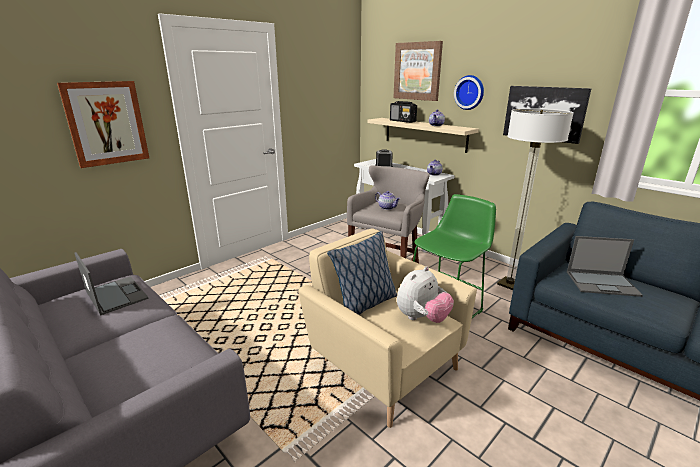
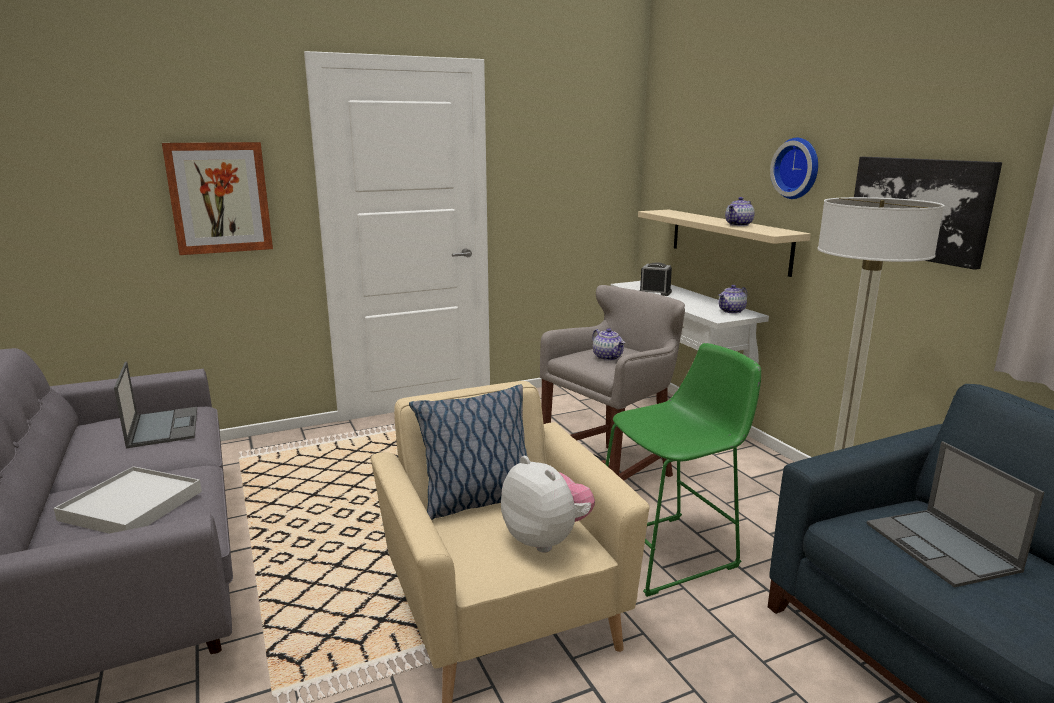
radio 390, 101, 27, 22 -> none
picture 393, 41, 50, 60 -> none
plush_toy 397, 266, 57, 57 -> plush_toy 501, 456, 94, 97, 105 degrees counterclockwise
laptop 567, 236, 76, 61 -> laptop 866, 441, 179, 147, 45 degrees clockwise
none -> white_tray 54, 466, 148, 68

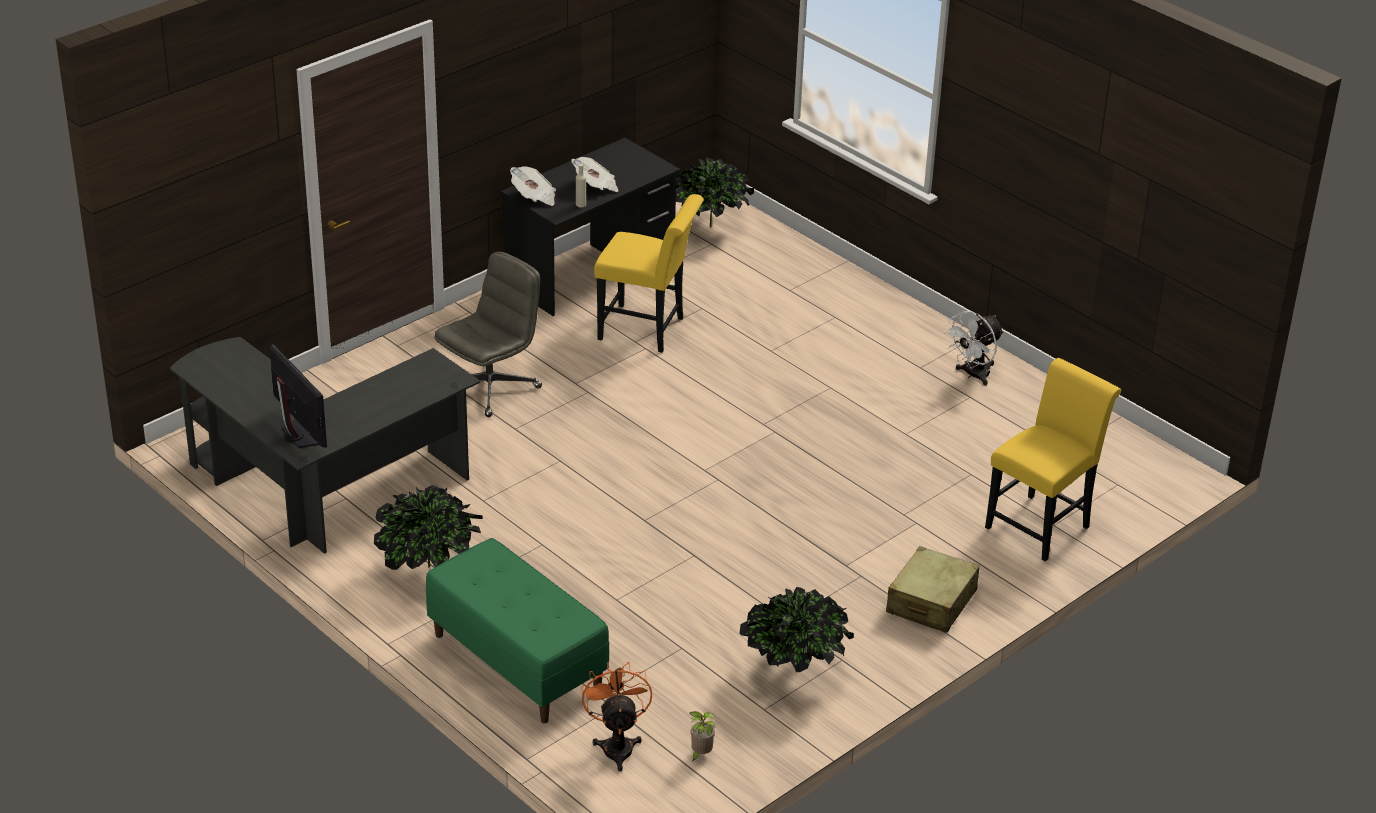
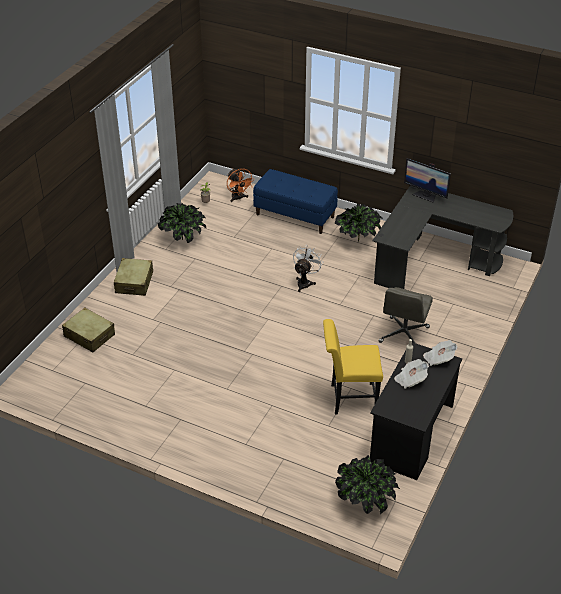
green_bench 426, 538, 183, 185 -> blue_bench 253, 169, 85, 65
white_fan 944, 311, 60, 74 -> white_fan 293, 246, 30, 46, move
yellow_chair 985, 358, 136, 203 -> beige_suitcase 62, 308, 53, 44

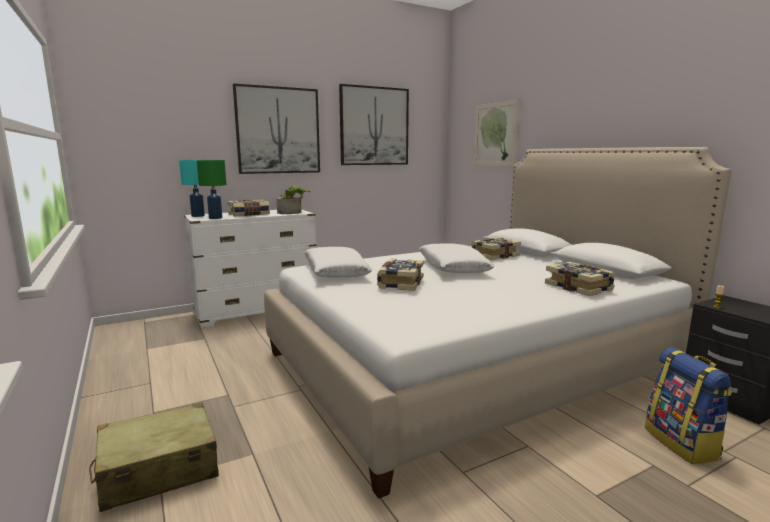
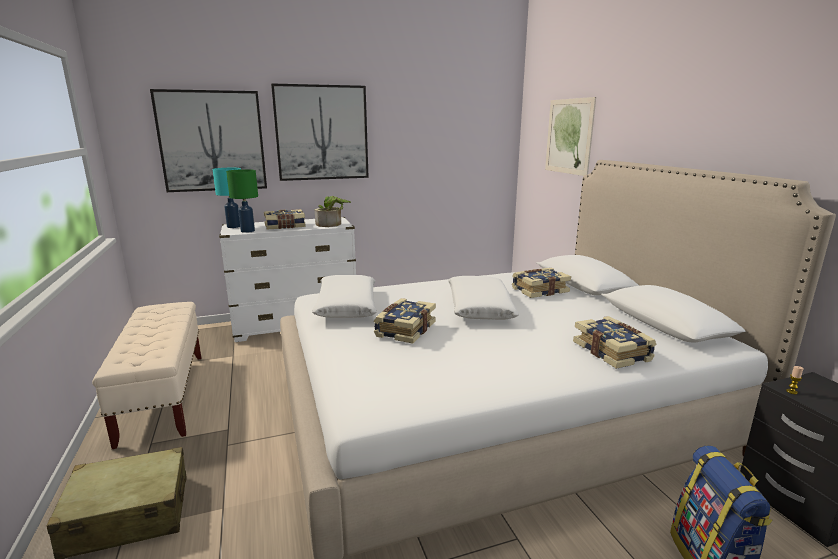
picture 339, 84, 70, 81 -> picture 150, 89, 117, 103, move
none -> beige_bench 92, 302, 110, 147

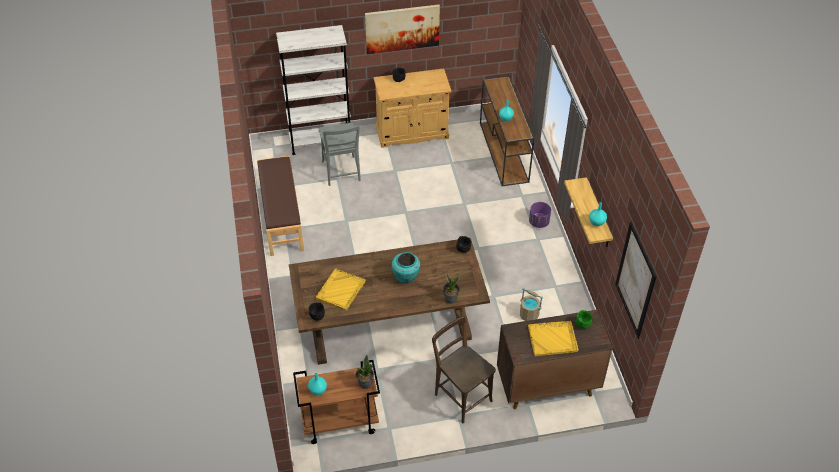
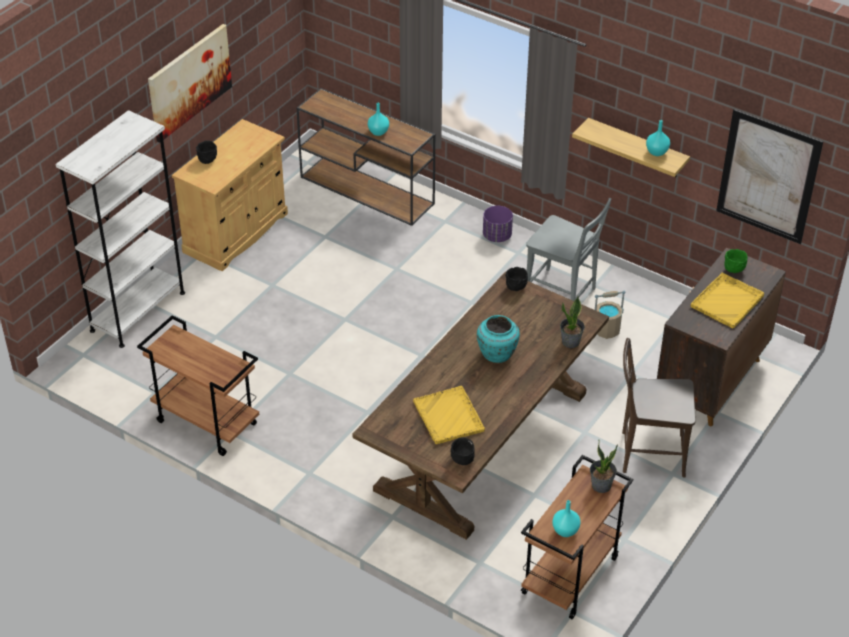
brown_bench 257, 156, 47, 100 -> brown_cart 137, 315, 122, 141
grey_chair 318, 123, 43, 63 -> grey_chair 526, 198, 86, 103, move

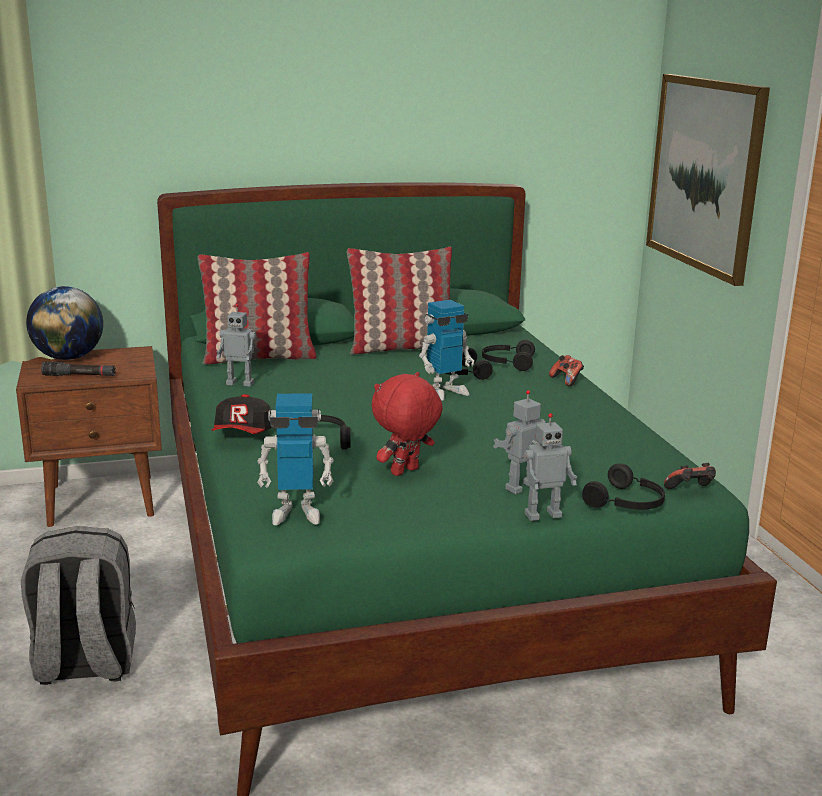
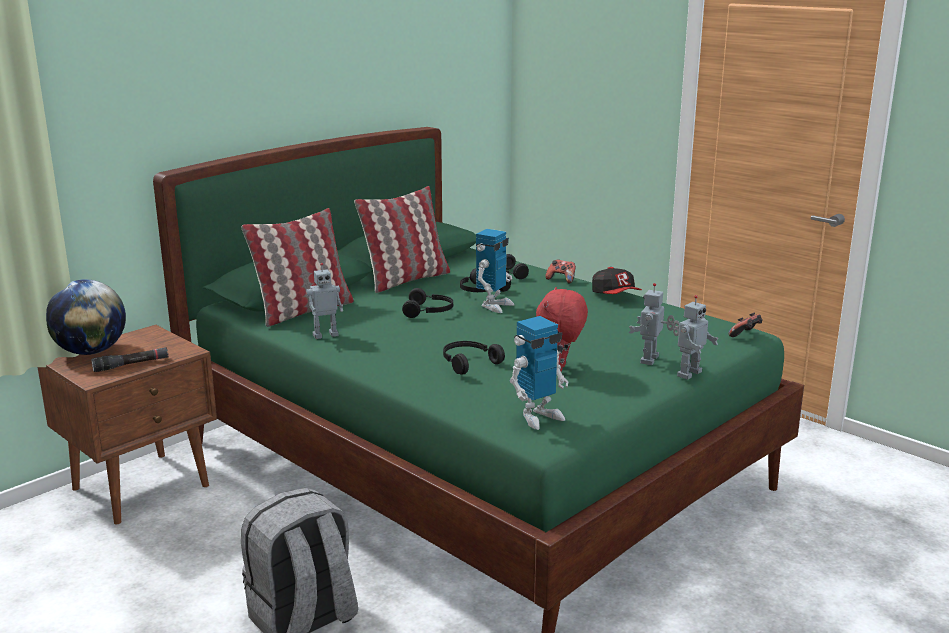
cap 211, 394, 60, 40 -> cap 592, 267, 50, 27, move
black_headphones 582, 463, 83, 47 -> black_headphones 402, 288, 51, 30, move
picture 646, 74, 124, 212 -> none

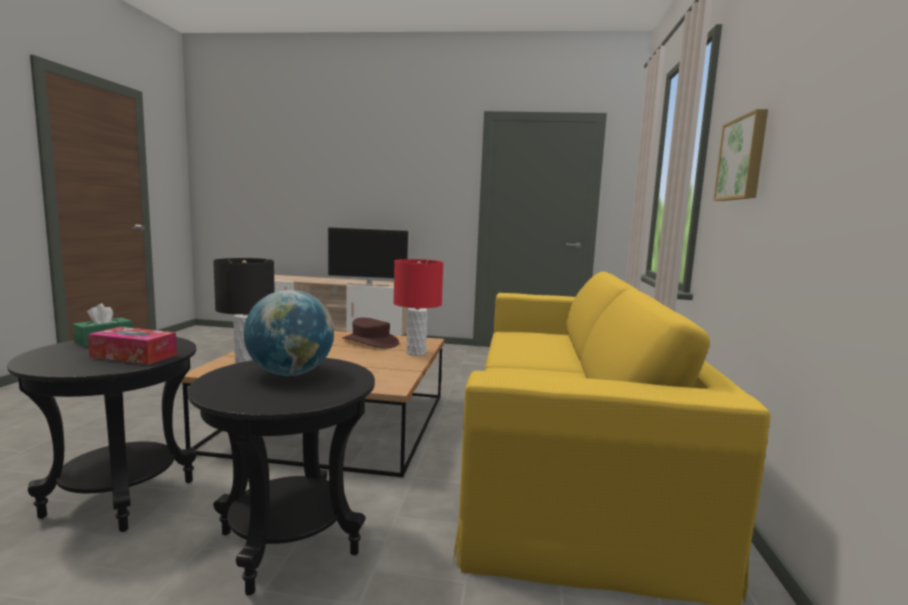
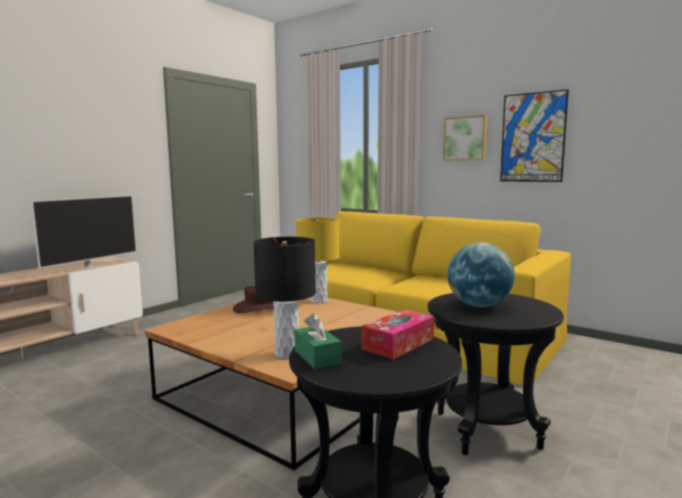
red_table_lamp 394, 259, 49, 97 -> yellow_table_lamp 296, 217, 43, 86
none -> picture 500, 89, 69, 93

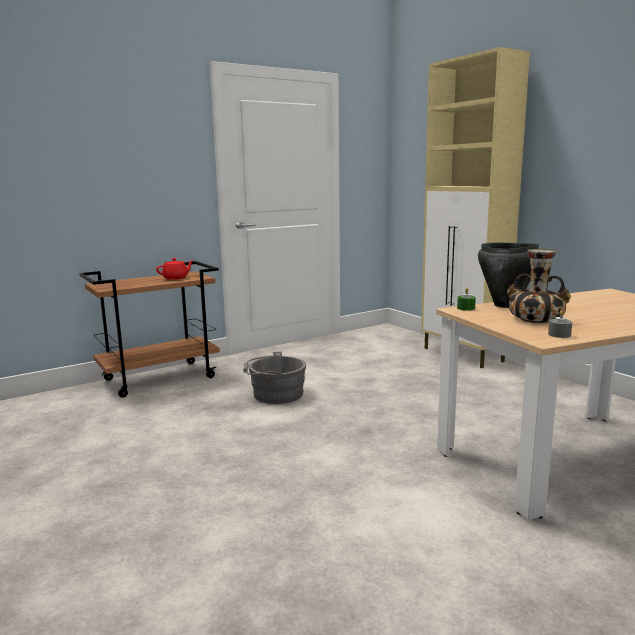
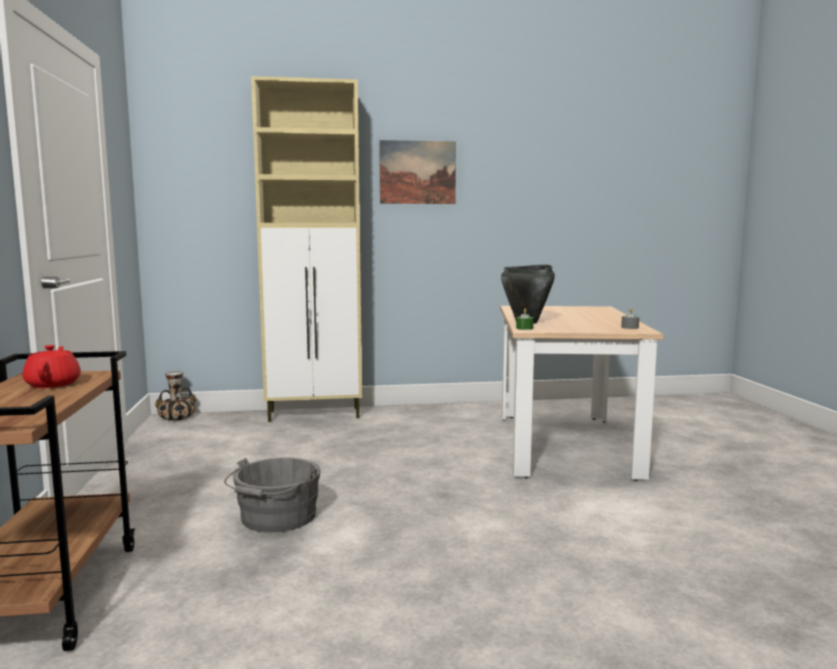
vase 507, 249, 64, 74 -> vase 155, 372, 41, 49, move
none -> picture 379, 140, 77, 64

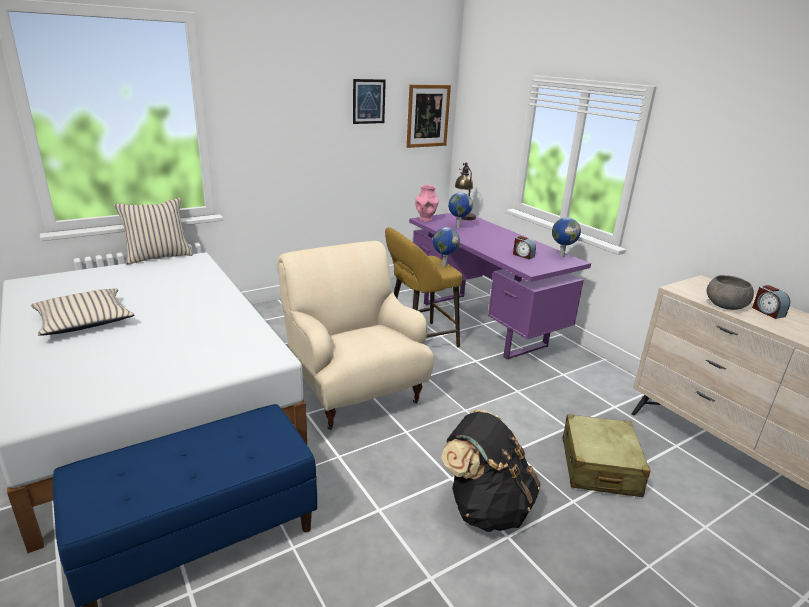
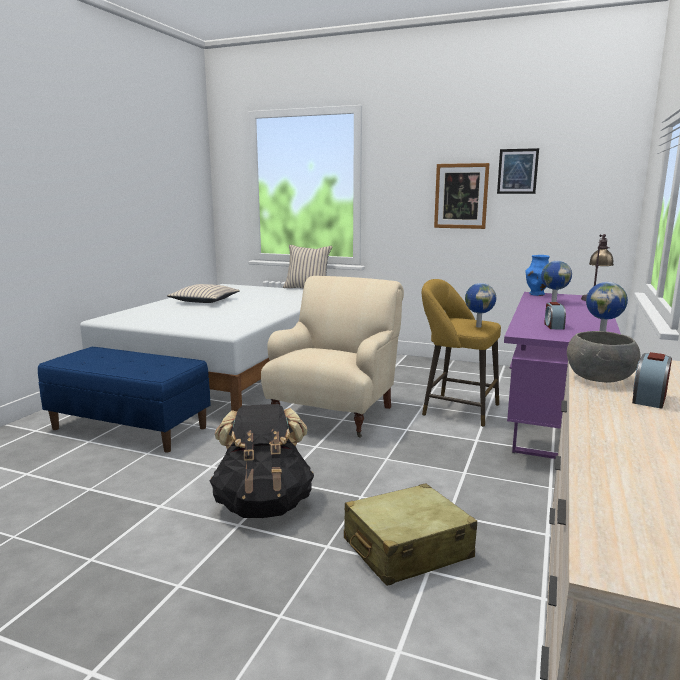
picture 407, 85, 44, 63 -> picture 434, 163, 56, 66, move
pink_vase 415, 185, 24, 37 -> blue_vase 525, 255, 25, 41

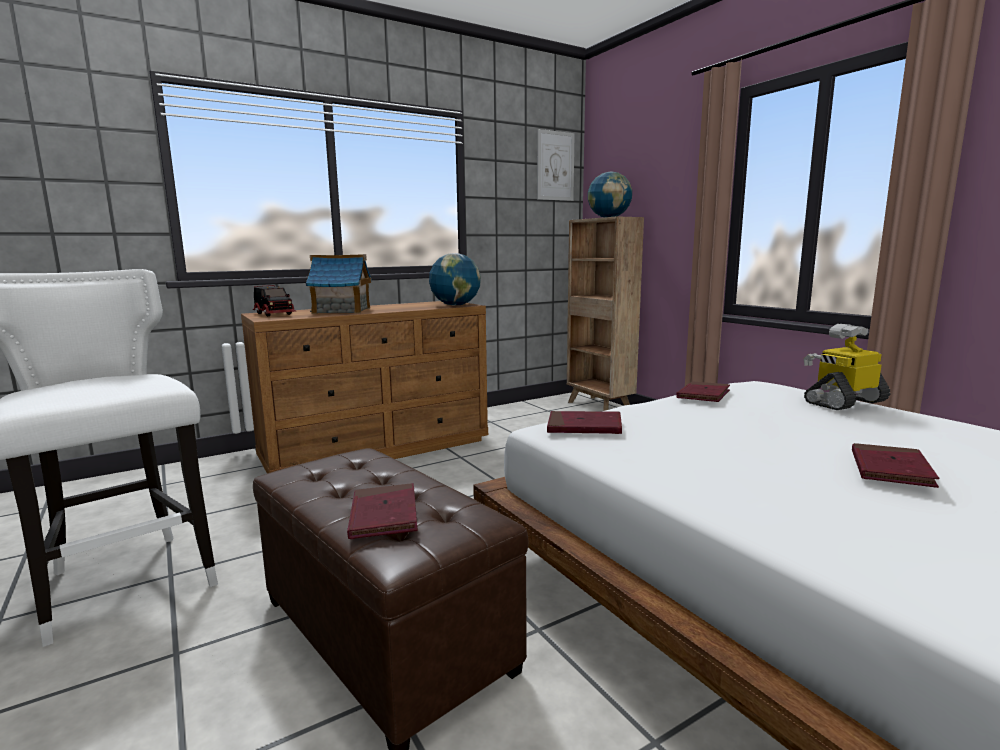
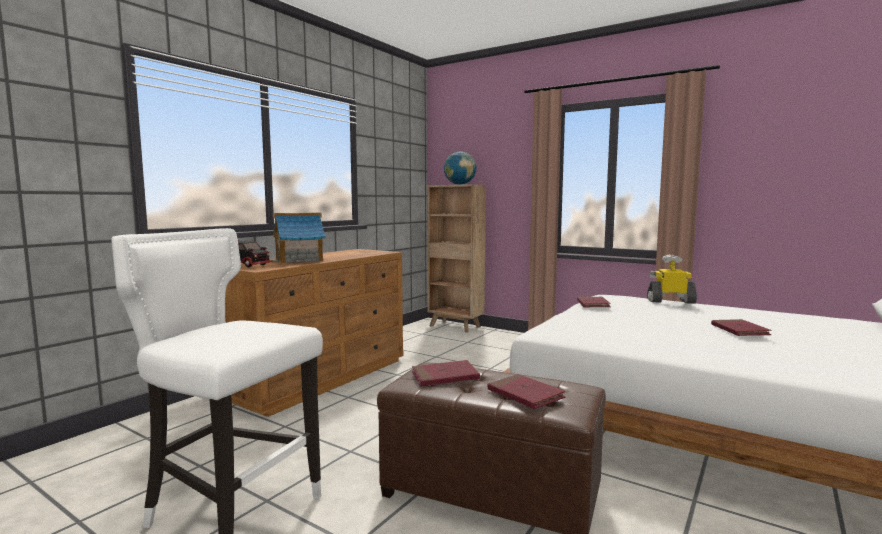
globe 429, 253, 52, 53 -> none
picture 537, 129, 38, 72 -> none
red_book 547, 411, 75, 23 -> red_book 412, 360, 68, 26, move
toy_robot 803, 324, 88, 86 -> toy_robot 647, 255, 50, 49, 60 degrees clockwise

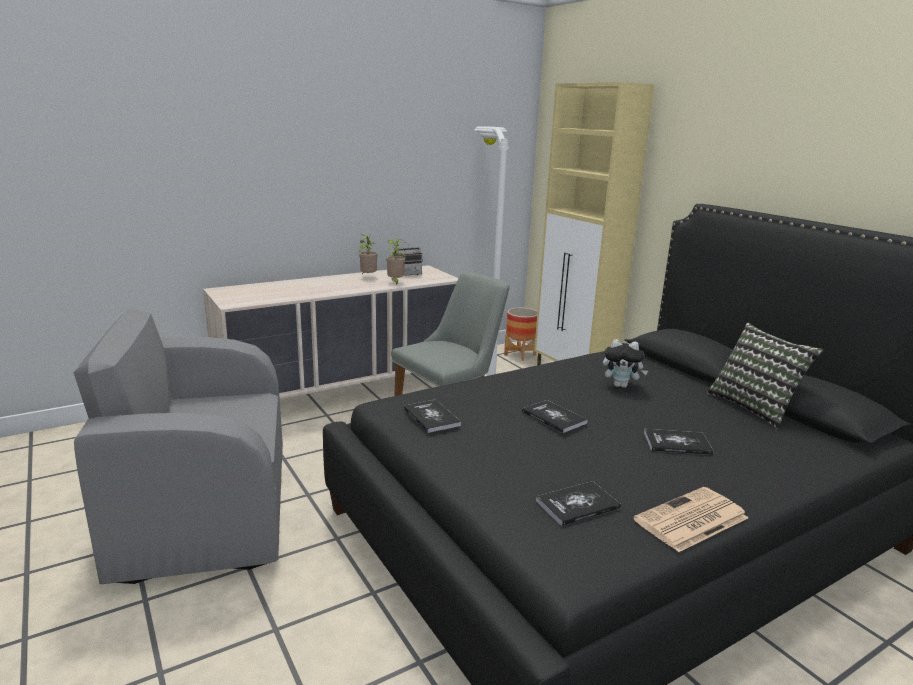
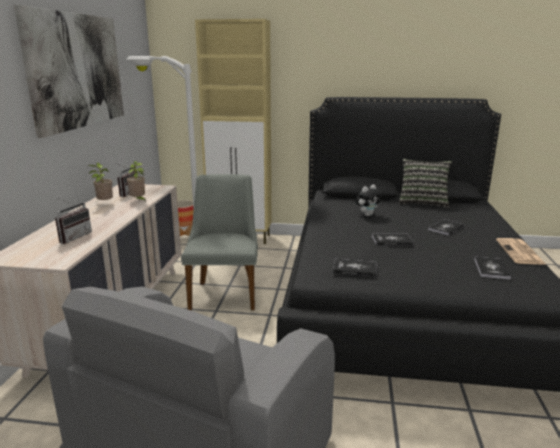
none -> picture 14, 5, 110, 133
none -> radio 55, 198, 37, 46

